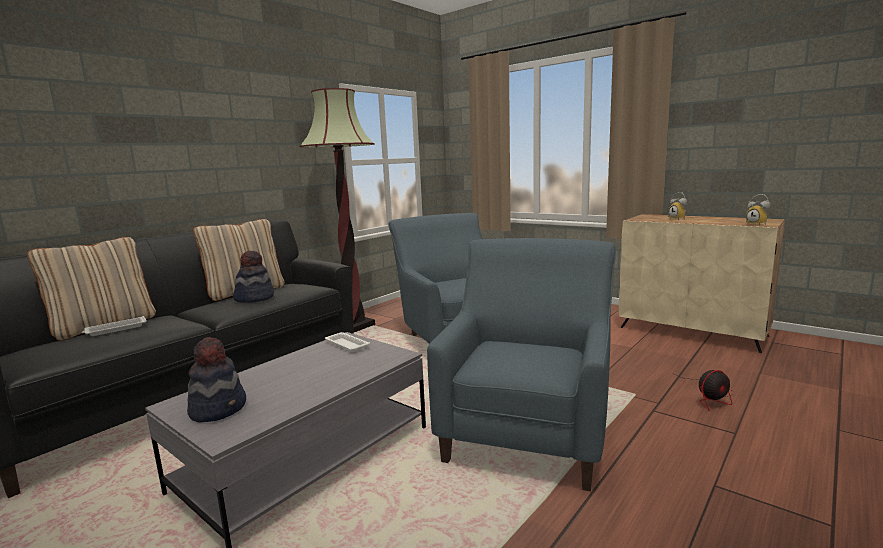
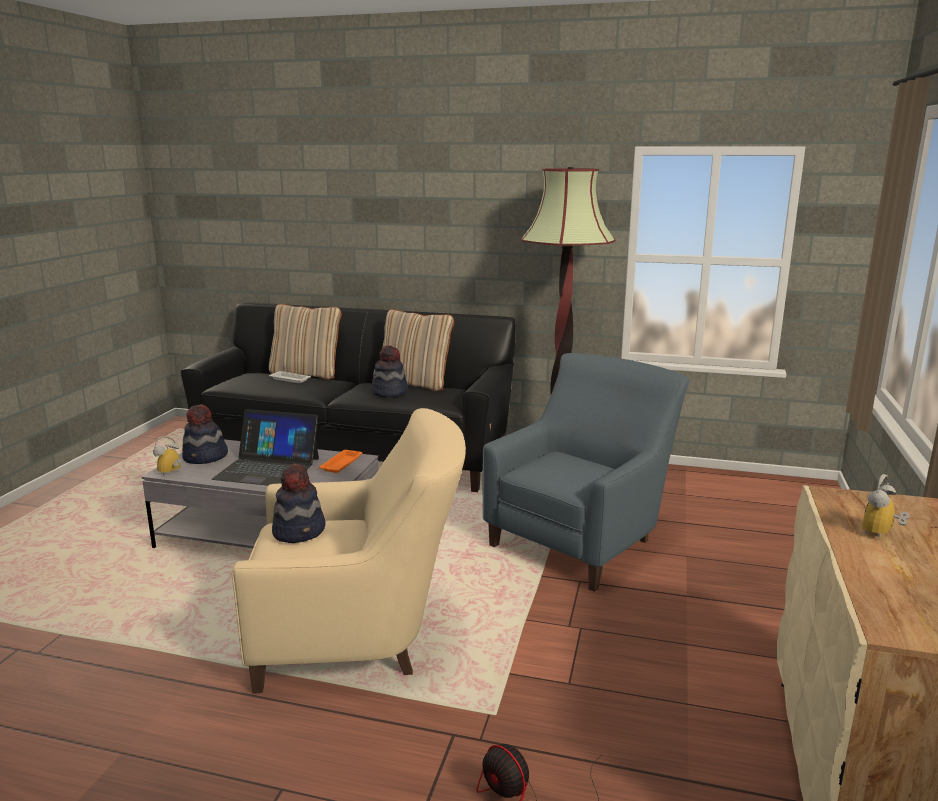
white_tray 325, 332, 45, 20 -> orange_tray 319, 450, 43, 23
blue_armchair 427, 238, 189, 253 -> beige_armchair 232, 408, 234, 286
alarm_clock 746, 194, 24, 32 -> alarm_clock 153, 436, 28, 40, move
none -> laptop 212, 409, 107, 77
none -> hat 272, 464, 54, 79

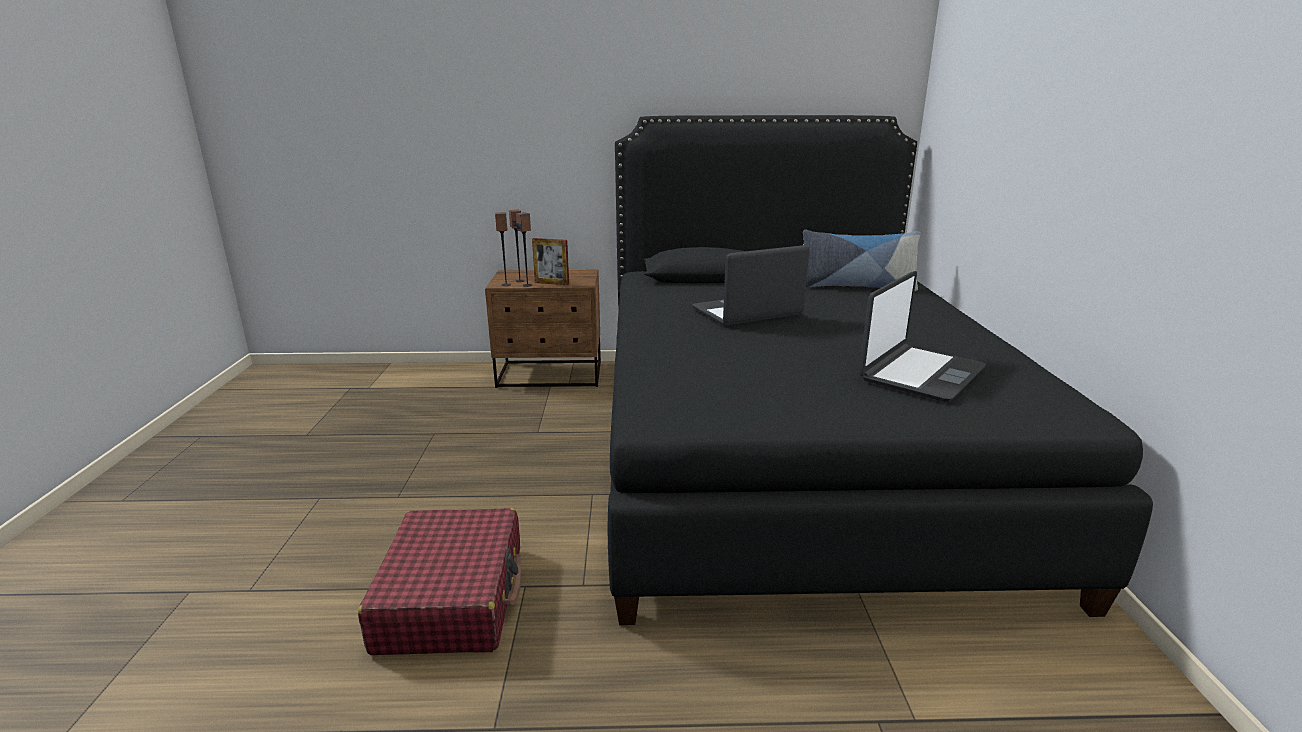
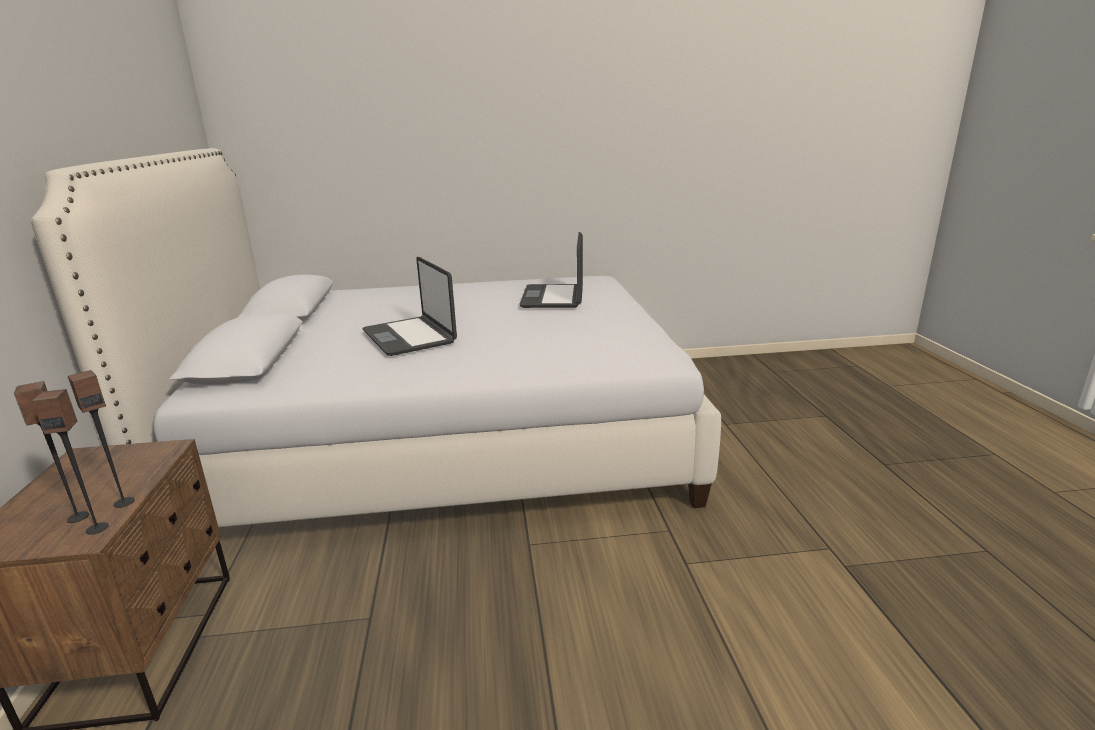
red_suitcase 358, 508, 163, 147 -> none
picture_frame 532, 238, 37, 47 -> none
black_bed 608, 115, 545, 510 -> white_bed 31, 148, 690, 379
pillow 803, 229, 118, 62 -> none
laptop 859, 271, 127, 131 -> laptop 520, 232, 63, 76, 120 degrees counterclockwise

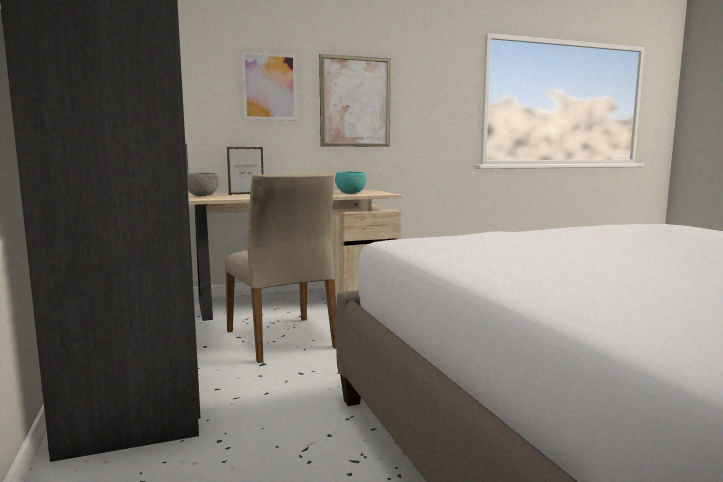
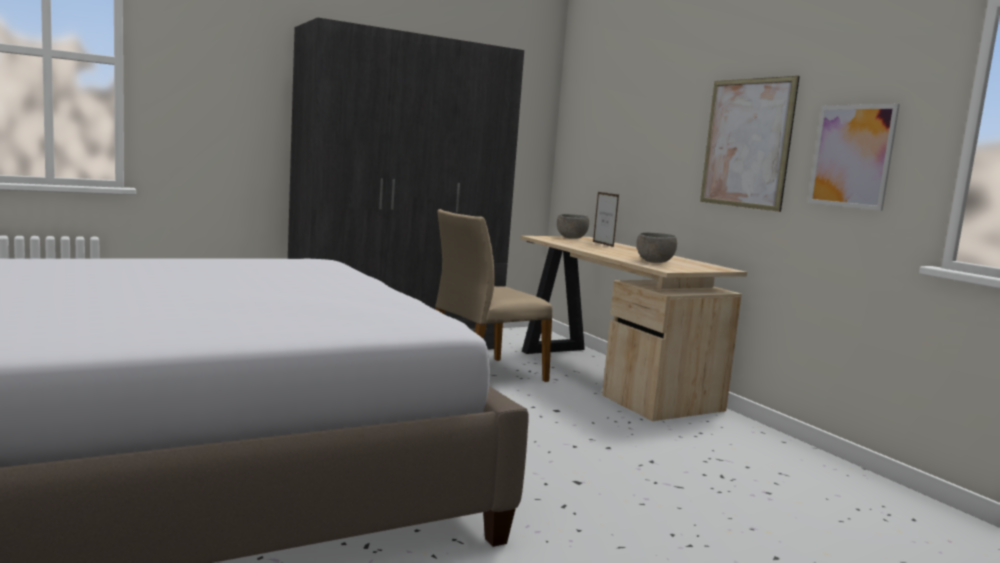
picture 241, 51, 56, 70 -> picture 808, 104, 92, 107, move
turquoise_bowl 335, 172, 31, 22 -> grey_bowl 636, 232, 41, 31

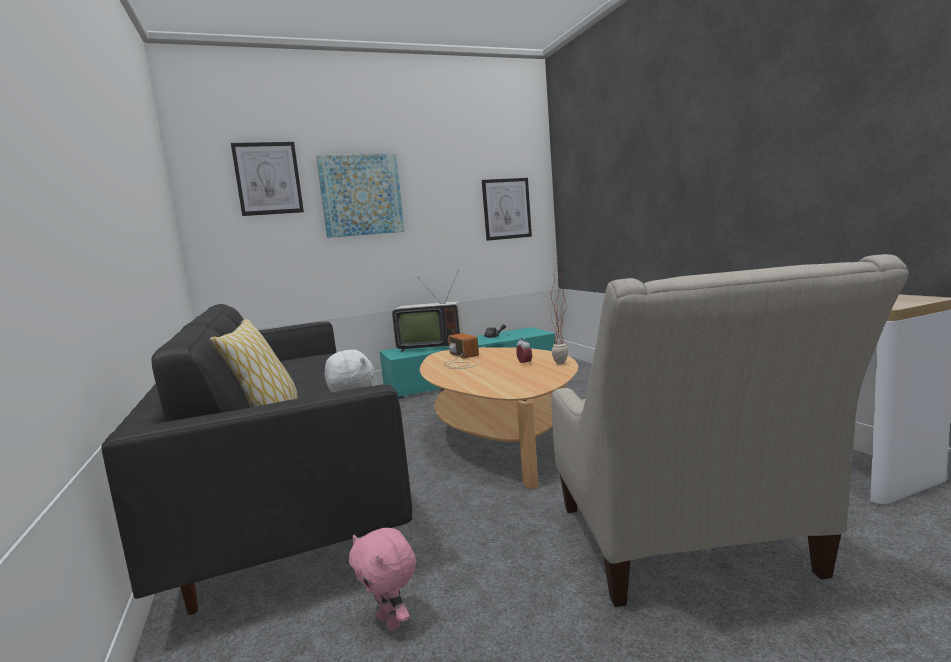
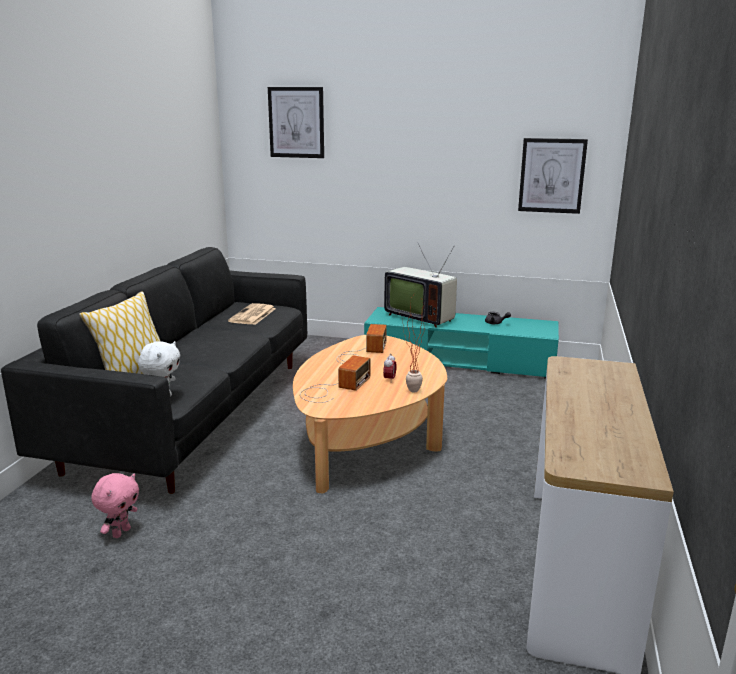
picture 316, 153, 89, 85 -> none
pink_plush_toy 349, 528, 67, 103 -> pink_plush_toy 91, 473, 48, 65, 150 degrees counterclockwise
beige_armchair 551, 254, 358, 353 -> none
none -> newspaper 228, 303, 48, 22
none -> radio 300, 356, 70, 47

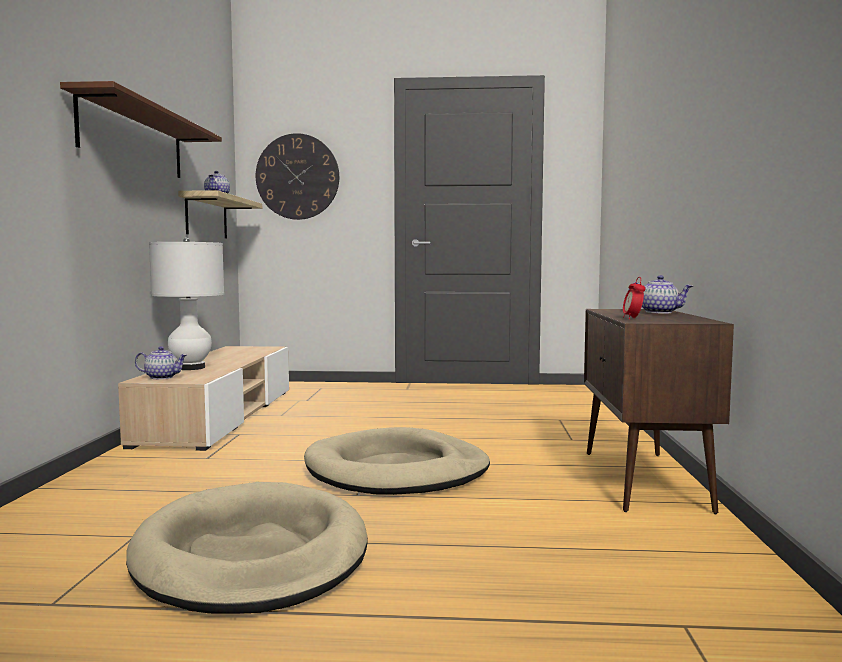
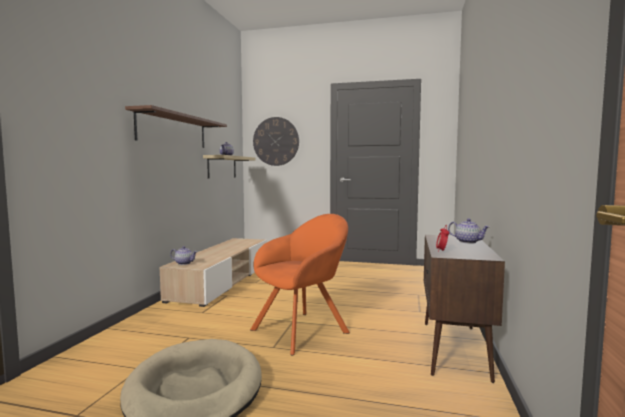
white_table_lamp 149, 238, 75, 132 -> none
beige_dog_bed 304, 427, 186, 68 -> orange_armchair 250, 214, 100, 141

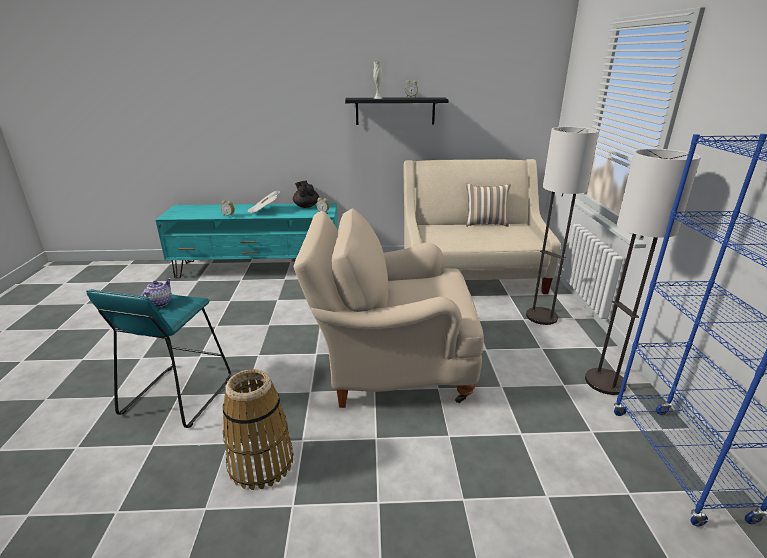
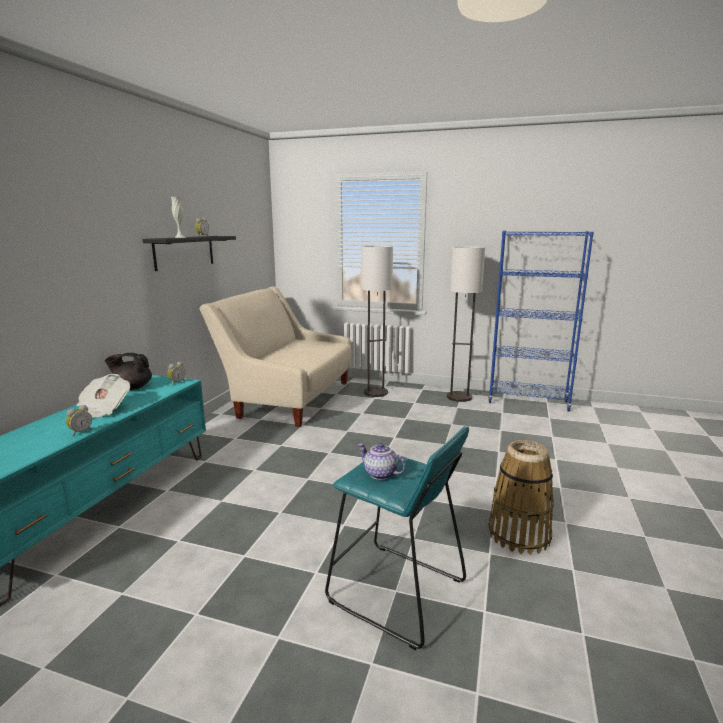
beige_armchair 294, 208, 190, 200 -> none
pillow 466, 184, 45, 43 -> none

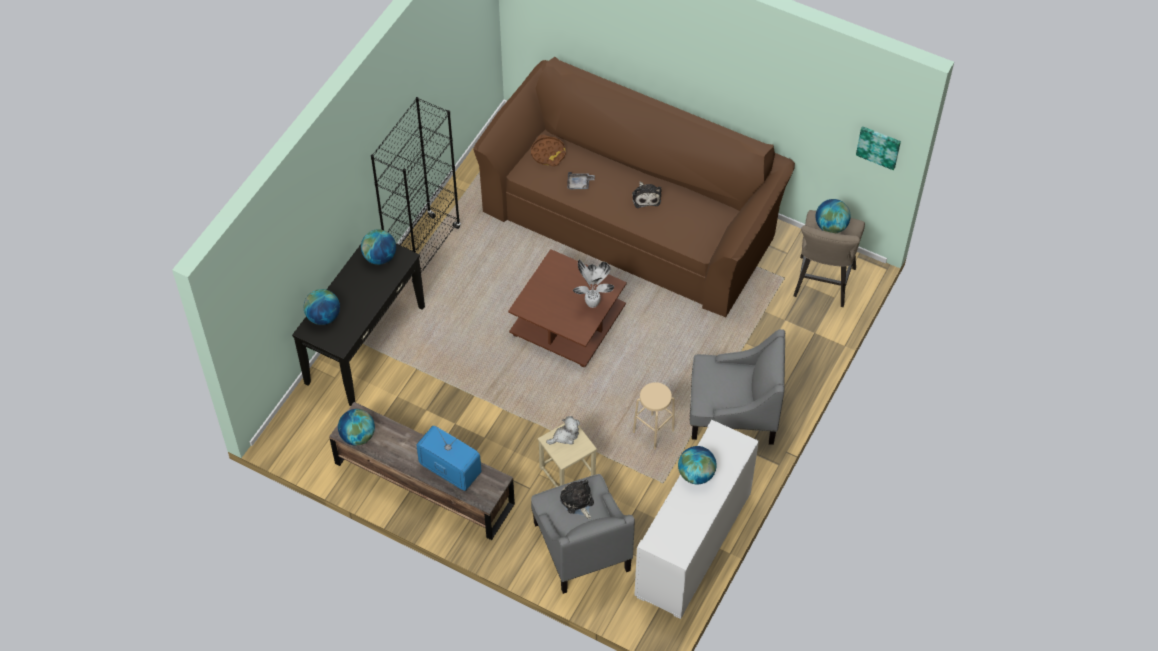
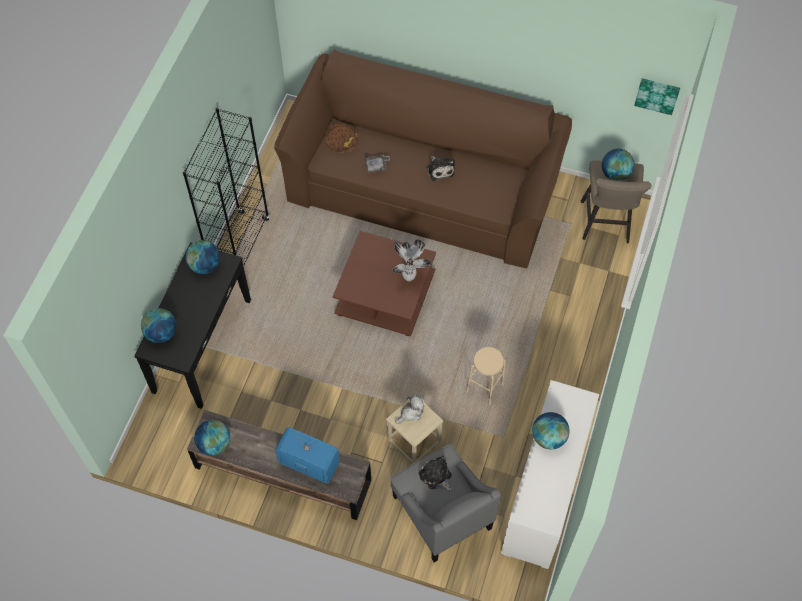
grey_armchair 690, 329, 95, 116 -> none

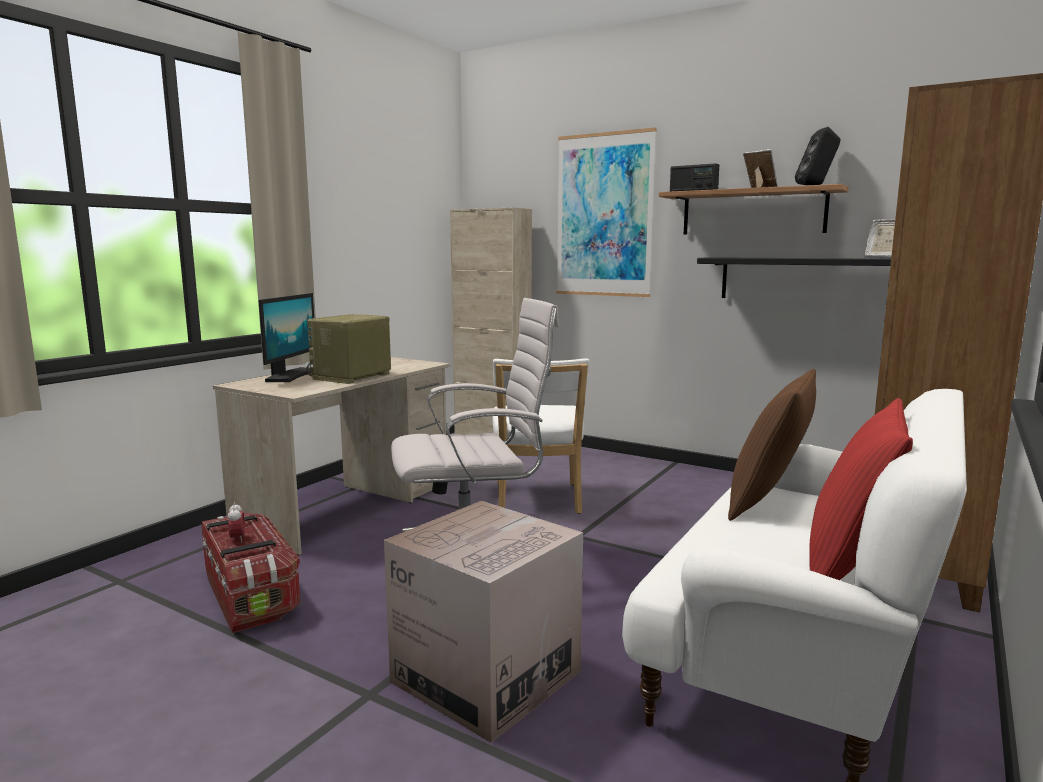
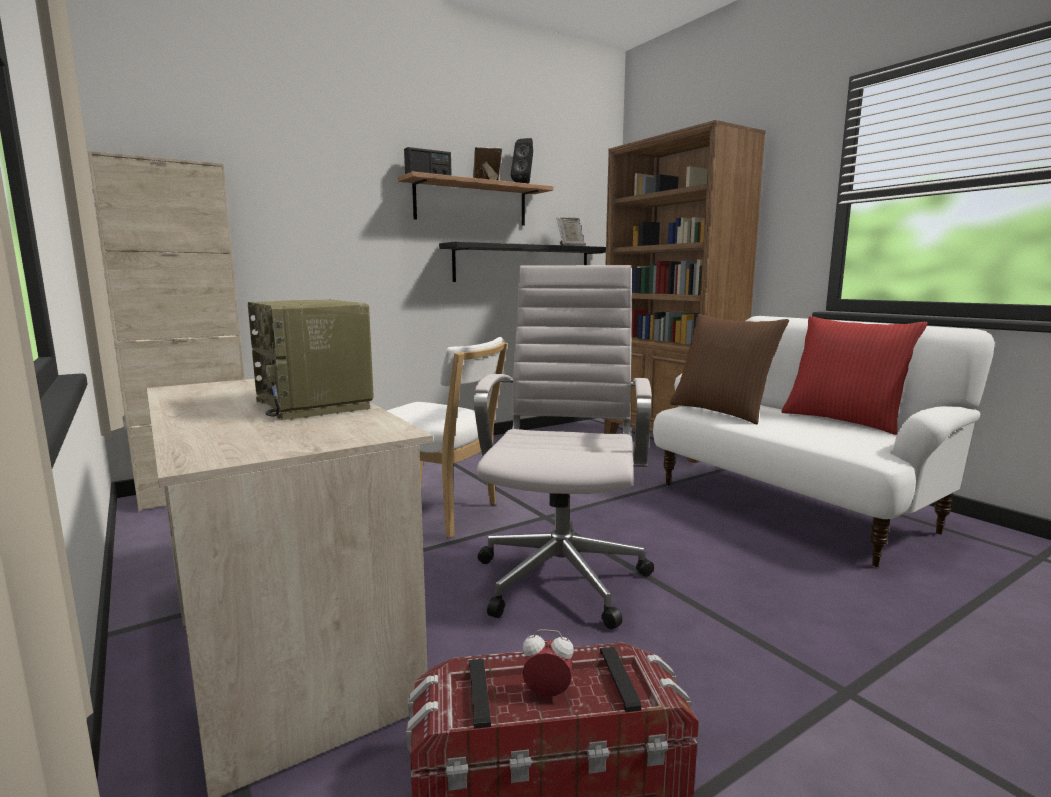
monitor 259, 293, 55, 89 -> none
cardboard_box 384, 501, 199, 242 -> none
picture 556, 128, 101, 169 -> none

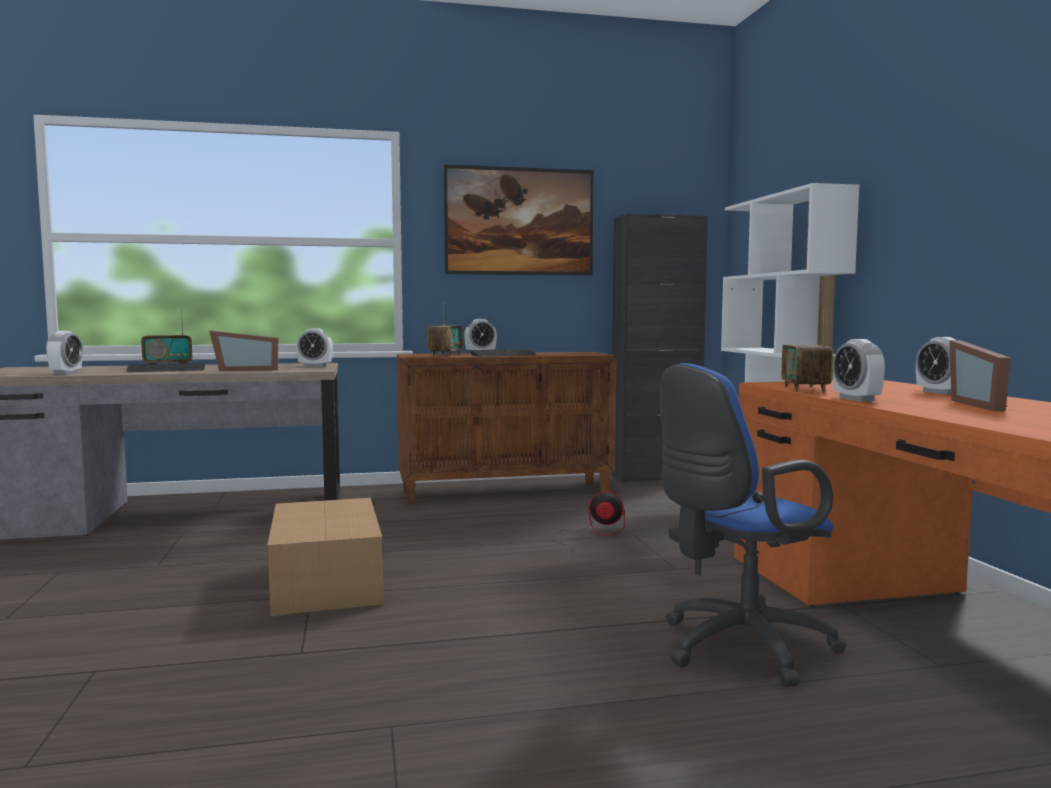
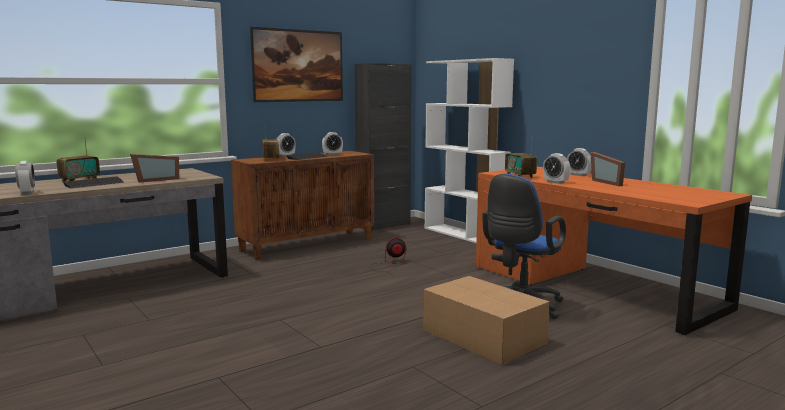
cardboard_box 267, 498, 117, 118 -> cardboard_box 423, 276, 127, 89, move
alarm_clock 296, 328, 37, 39 -> alarm_clock 322, 132, 21, 23, move

